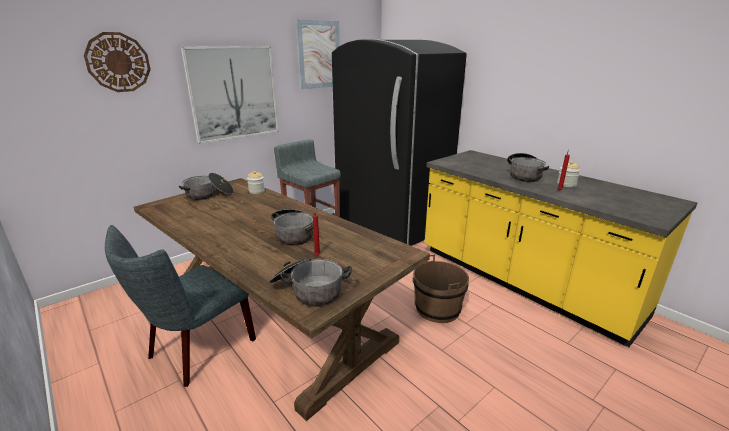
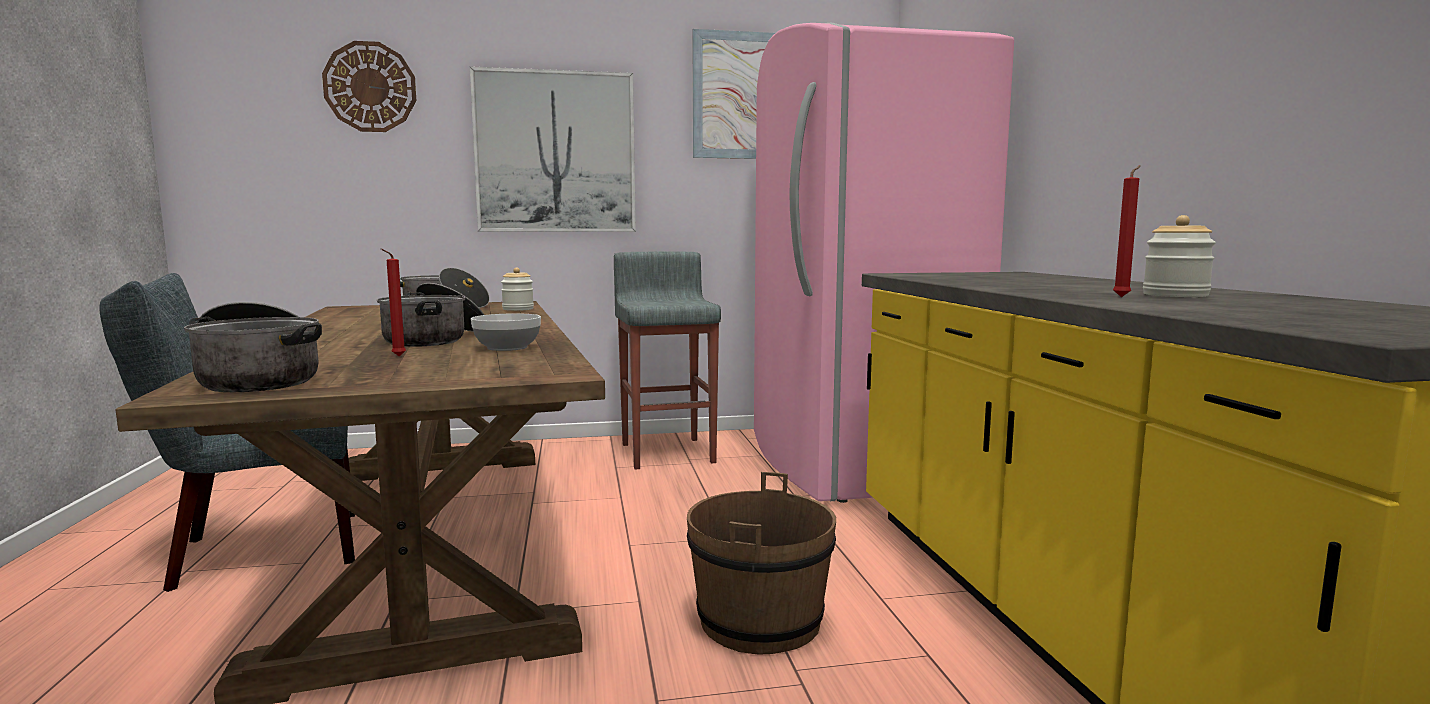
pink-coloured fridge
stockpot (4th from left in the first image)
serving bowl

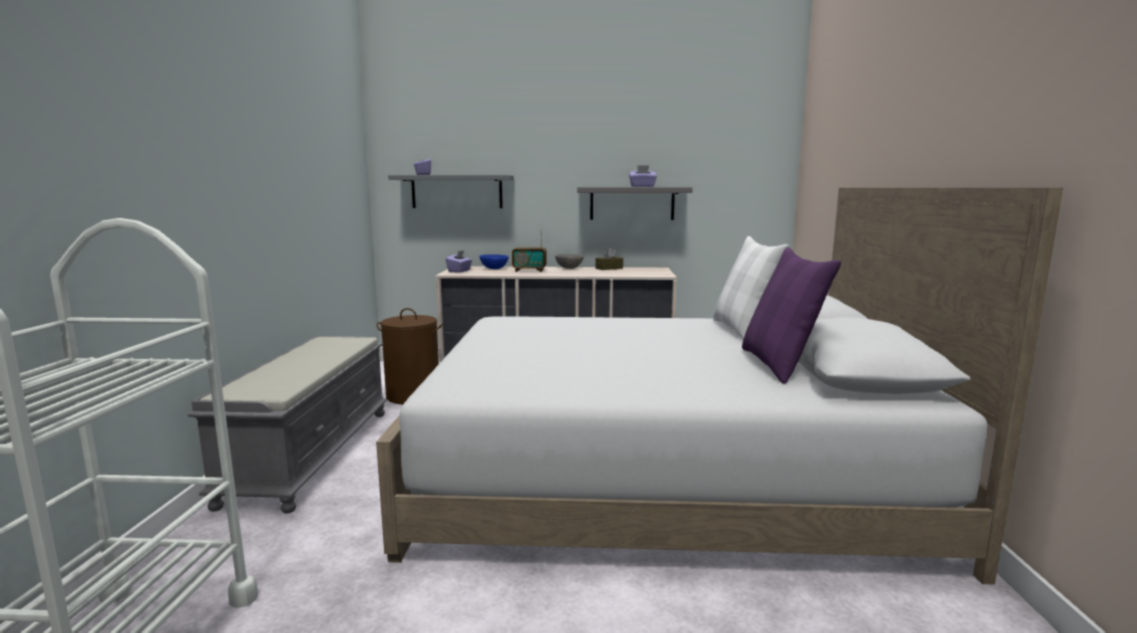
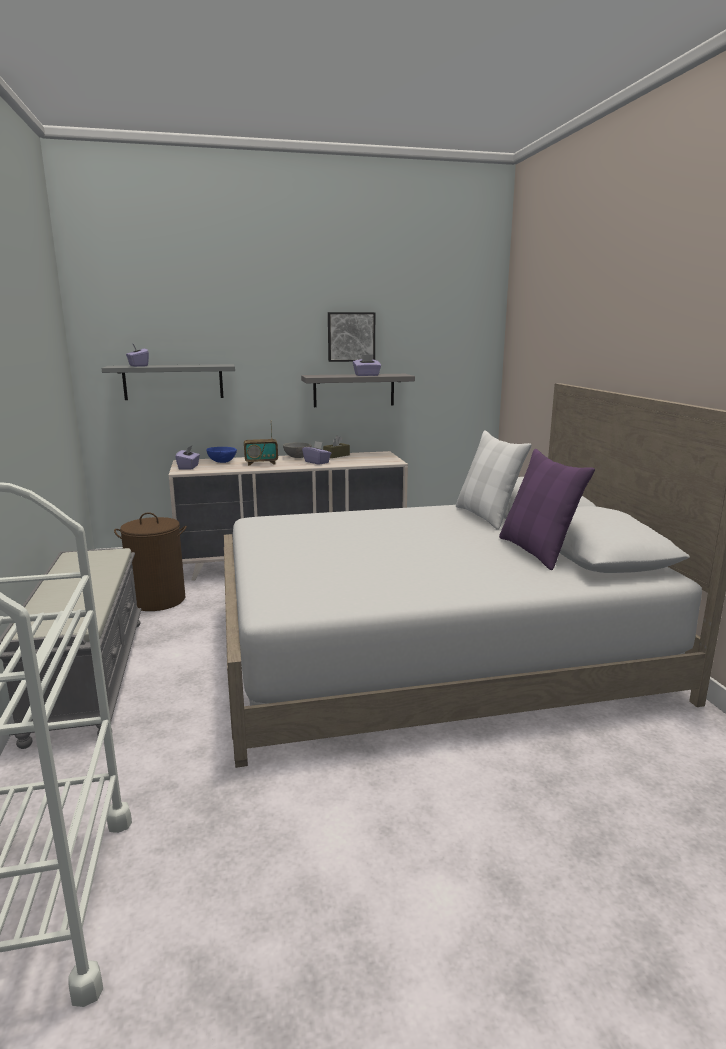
wall art
purple-coloured tissue holder (3rd from left)

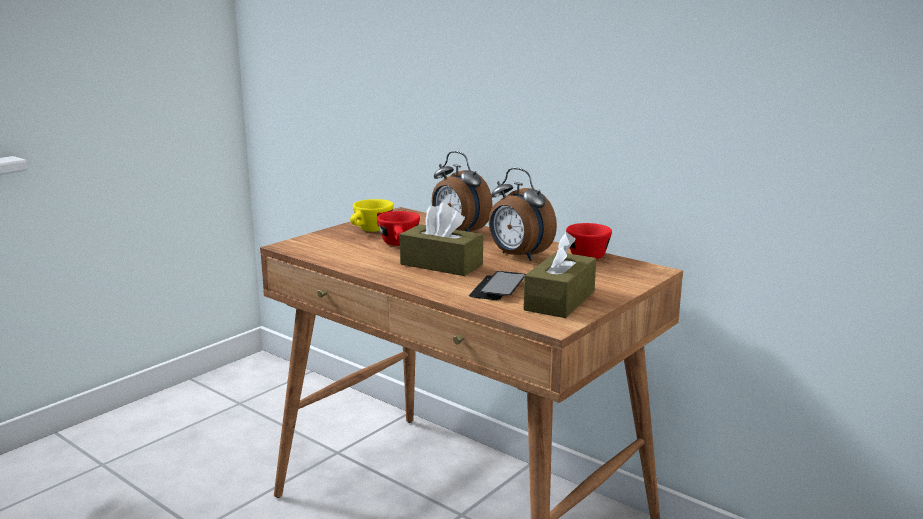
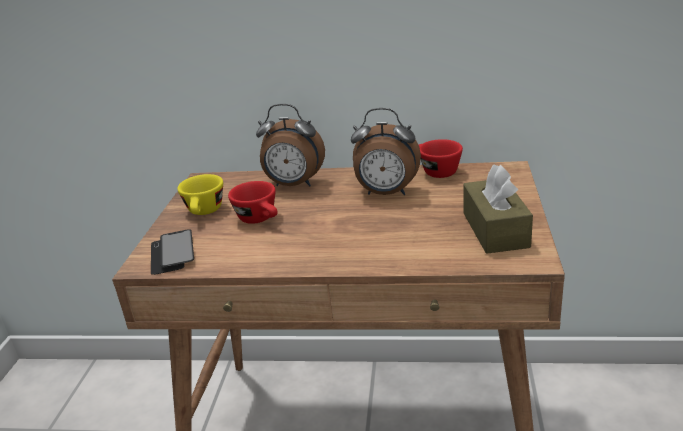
brown-coloured tissue holder (1st from left in the first image)
handset

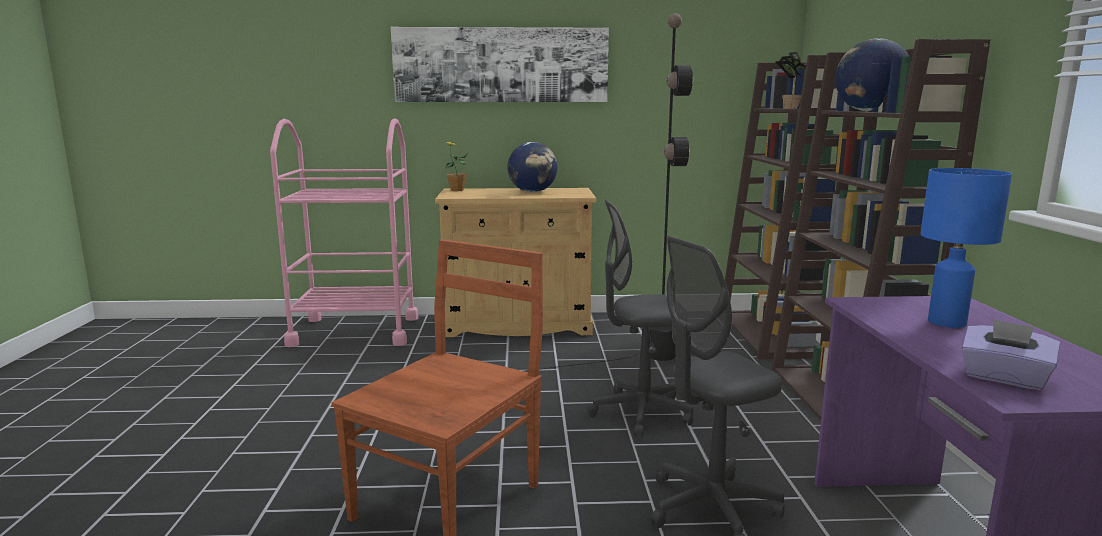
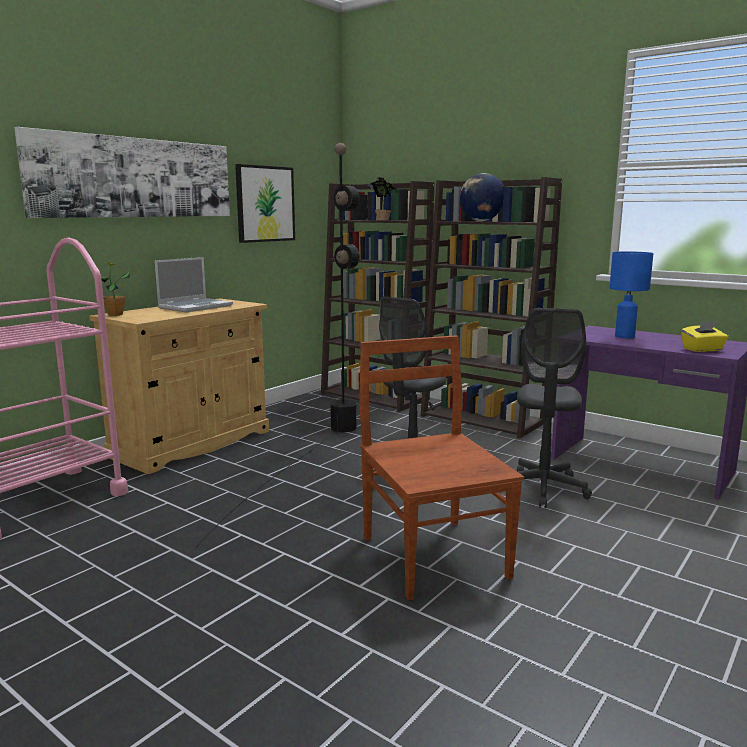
portable computer
yellow-coloured tissue holder
wall art (2nd from left)

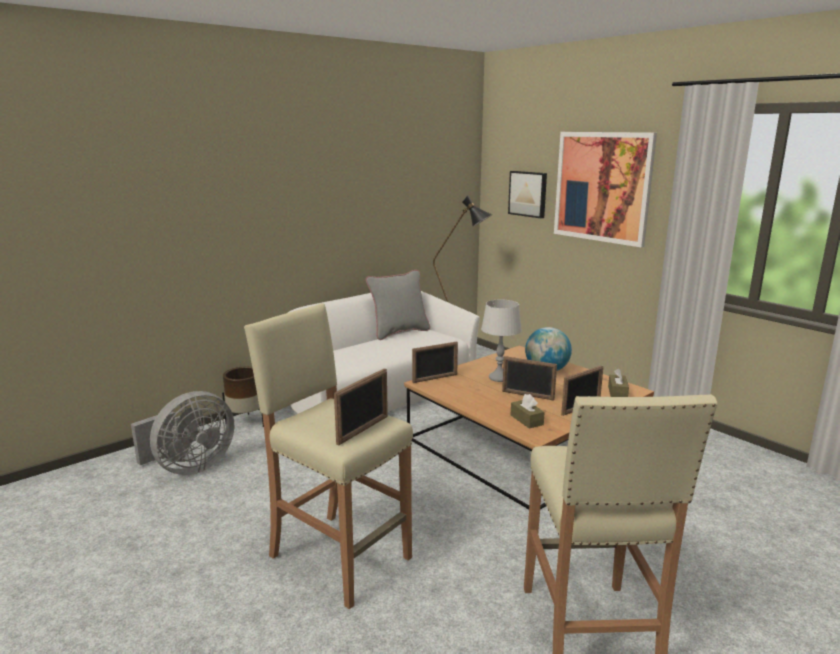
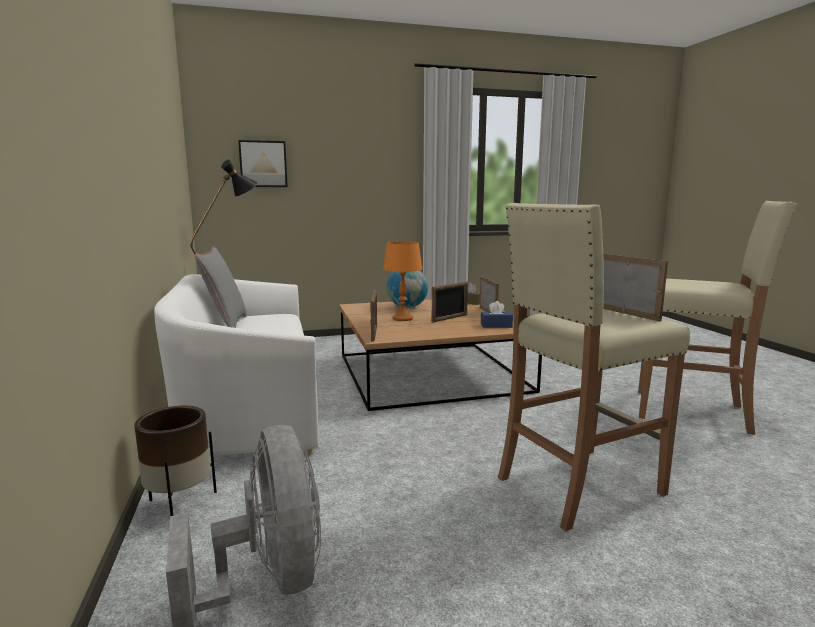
wall art (2nd from left in the first image)
orangey tabletop lamp
bluish tissue holder

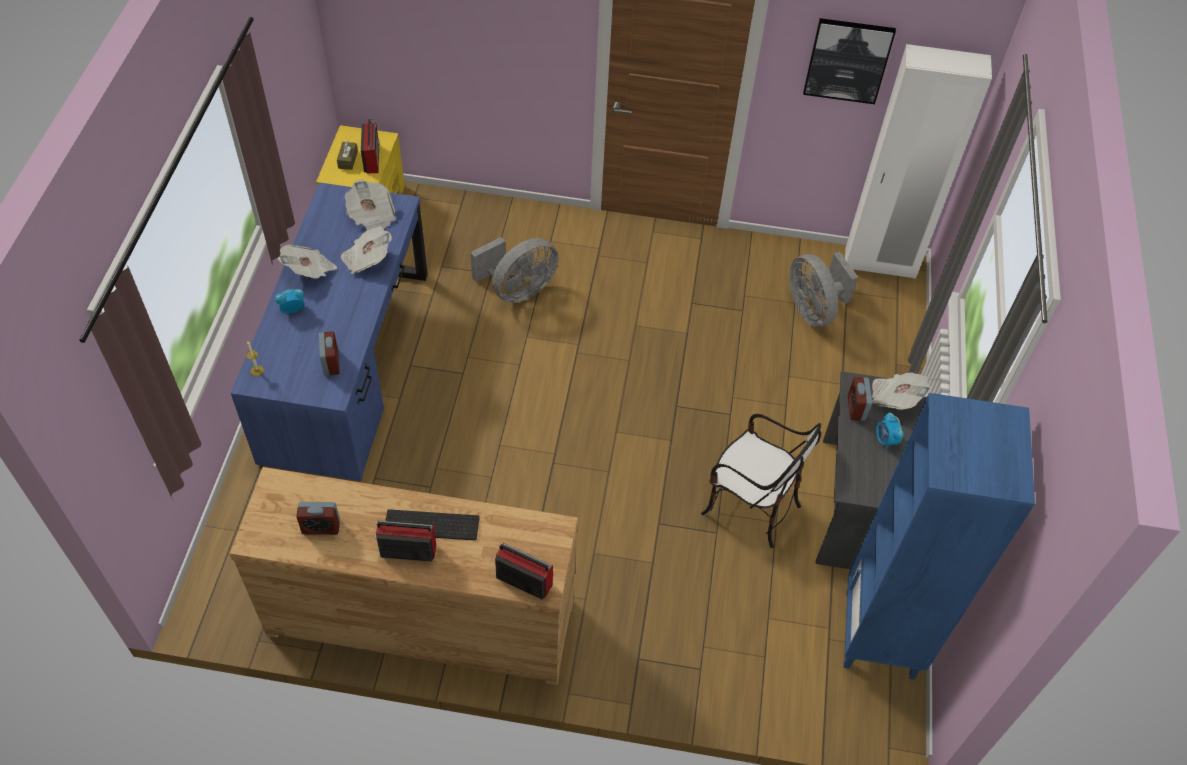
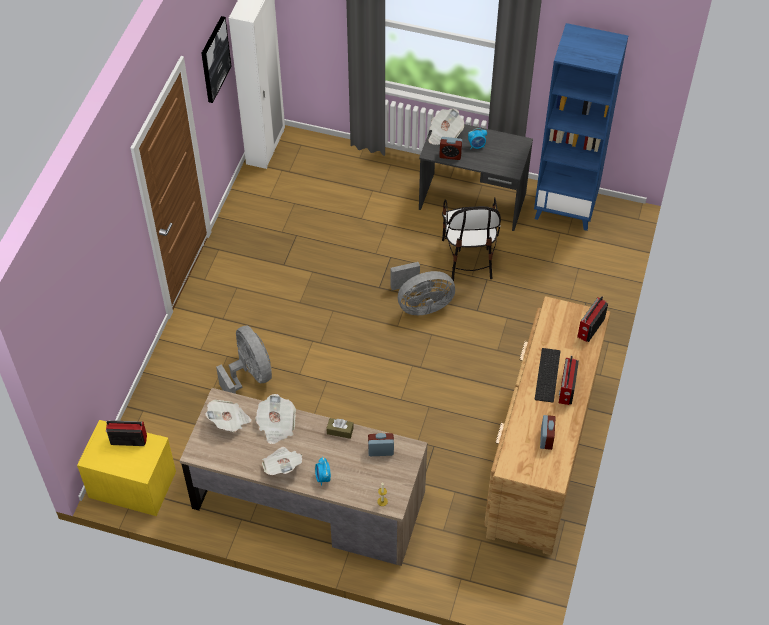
brown-coloured tissue holder
brown-coloured desk unit
greyish electric fan (2nd from left)
plain chair

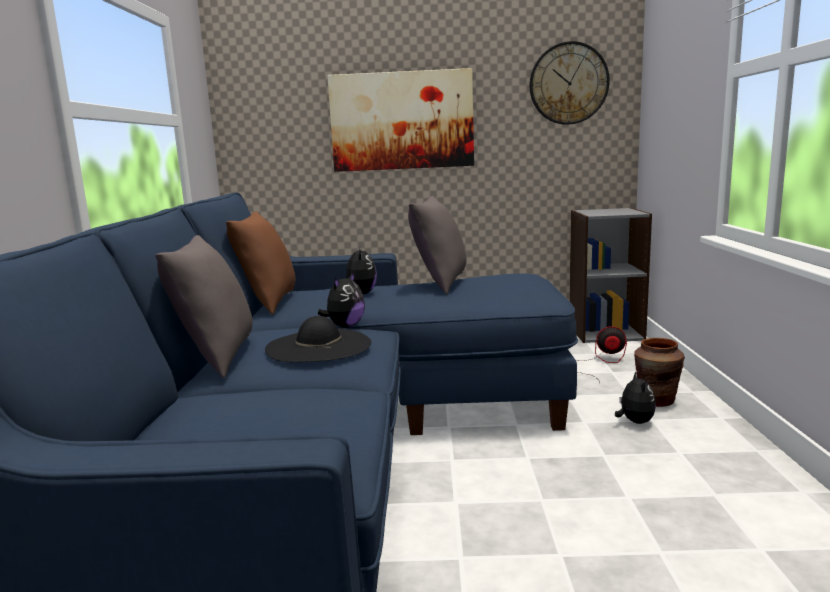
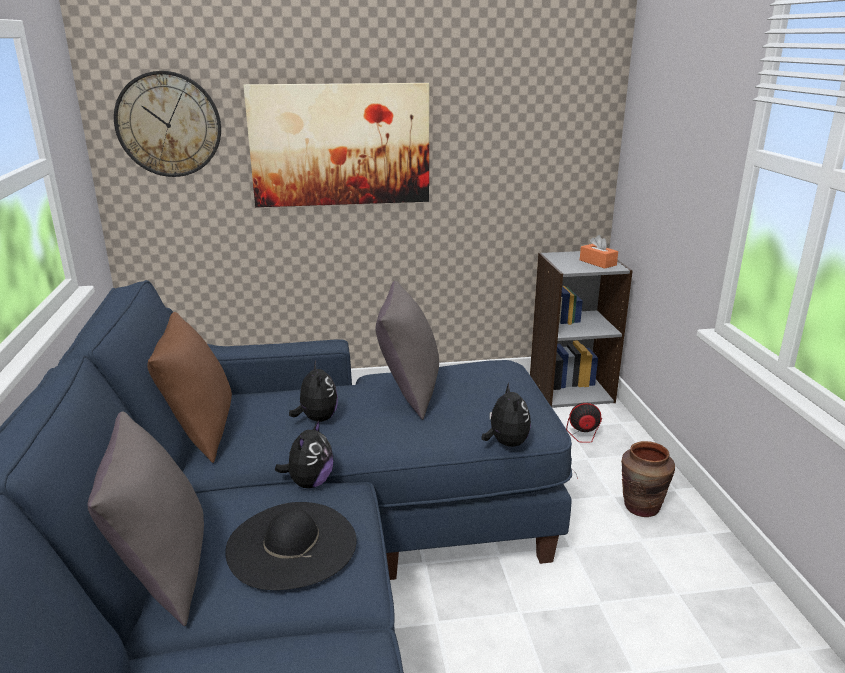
hanging clock
cuddly toy (3rd from left)
orangey tissue holder

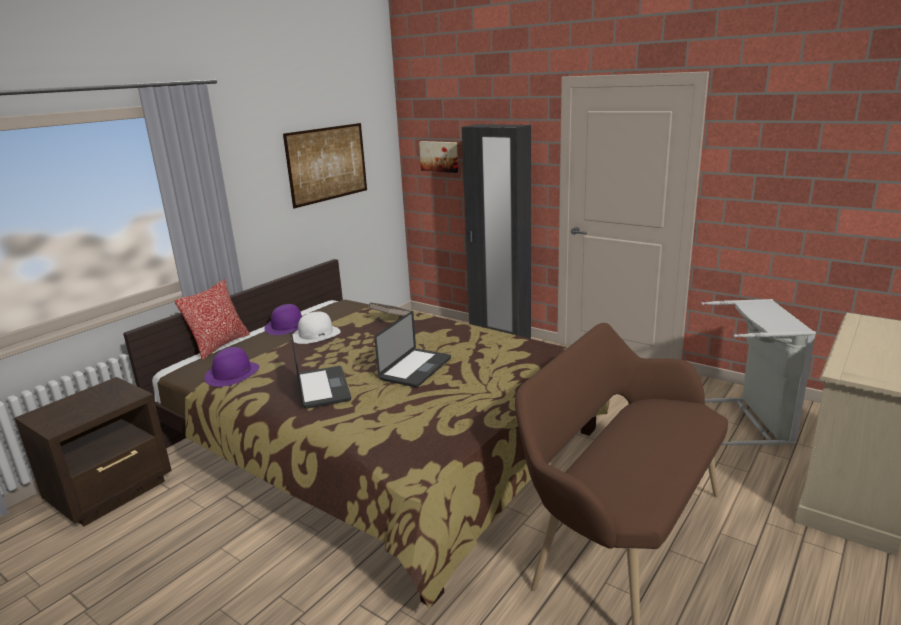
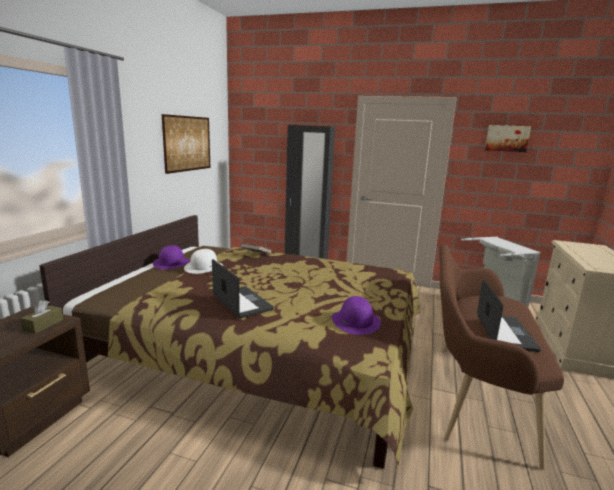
wall art (2nd from left)
cushion
portable computer (2nd from left)
purple-coloured wearable hat (2nd from left)
brown-coloured tissue holder

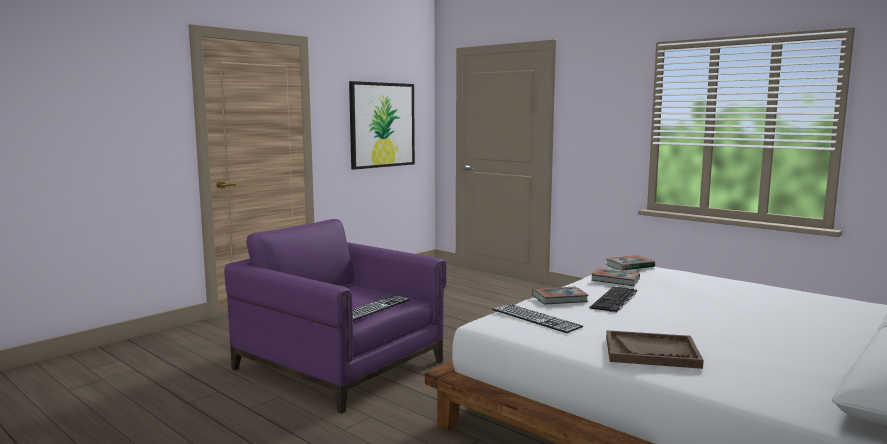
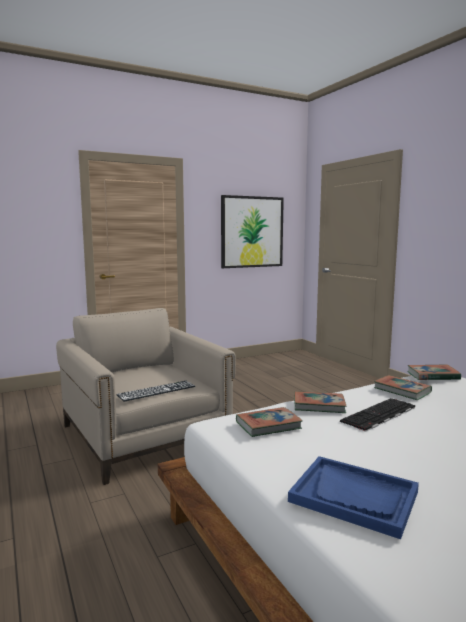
sand-coloured lounge chair
book (1st from left)
bluish serving tray

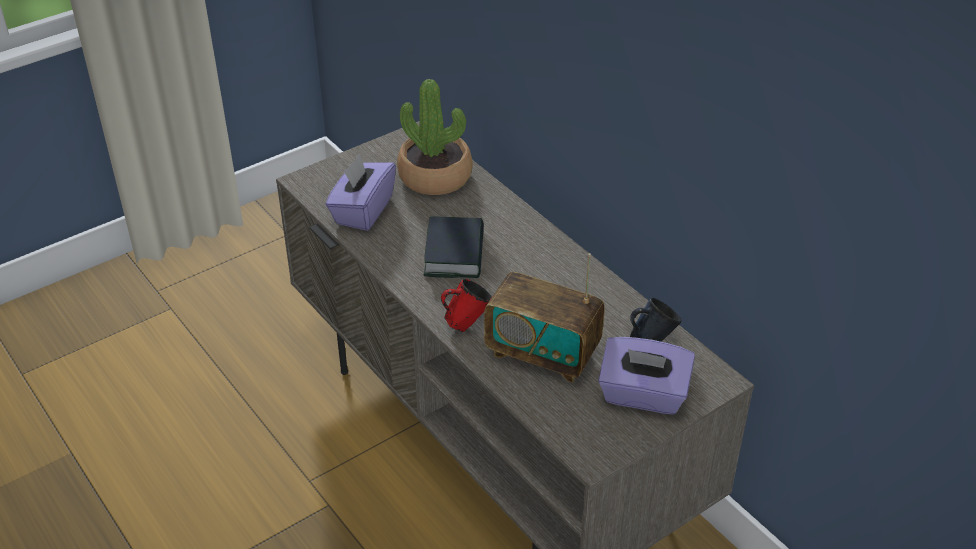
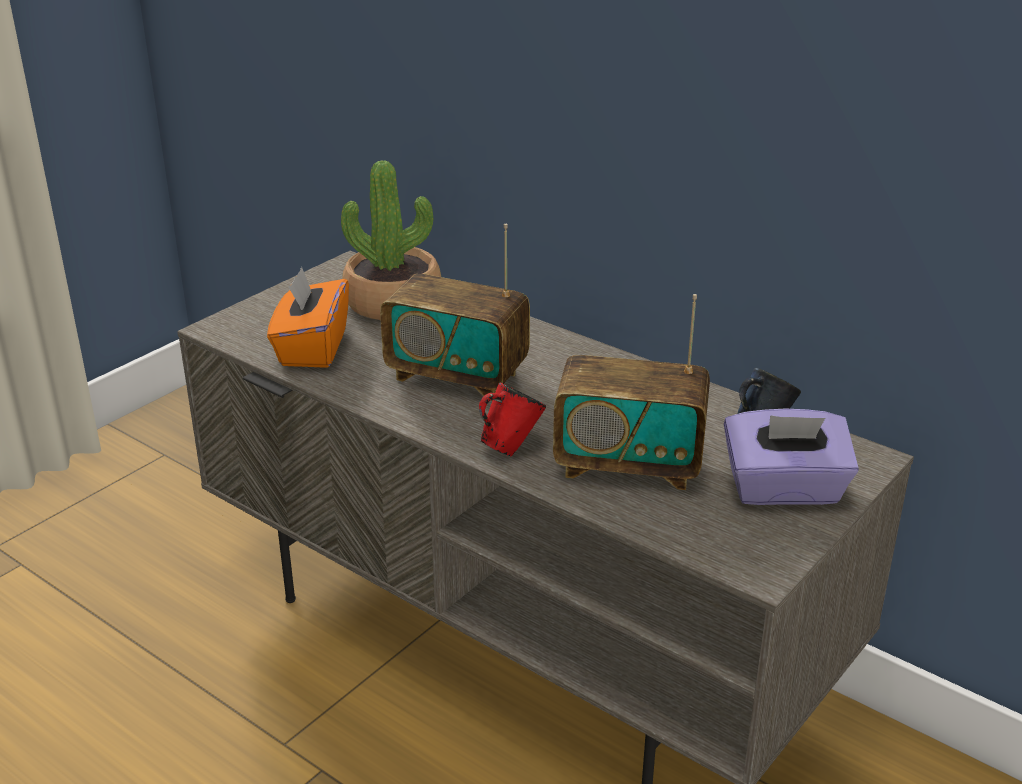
orangey tissue holder
radio (1st from left)

